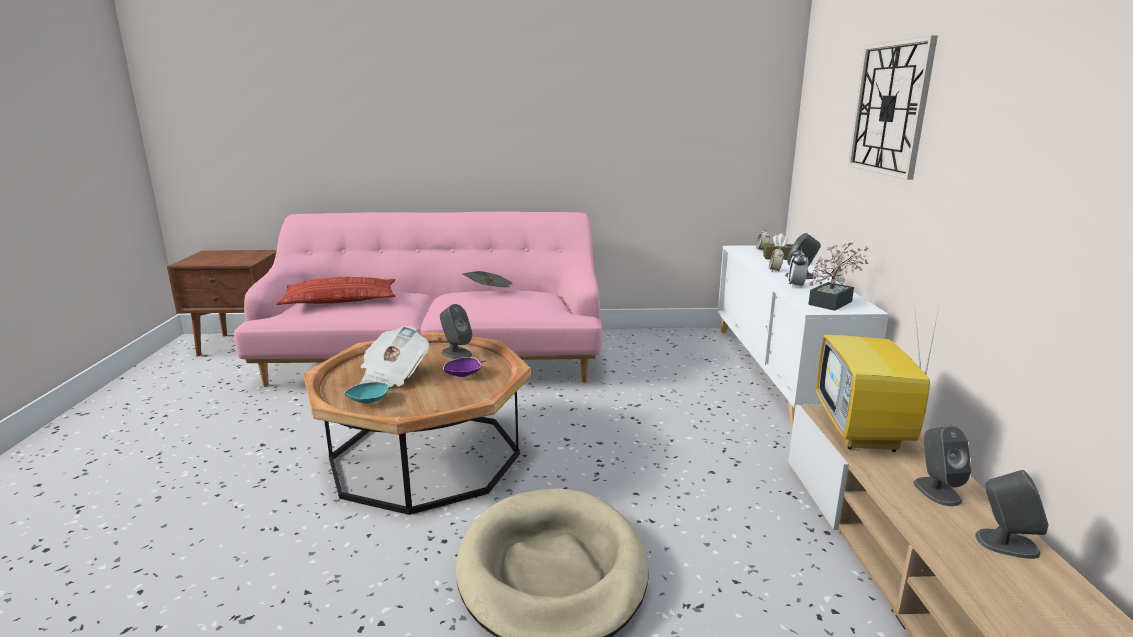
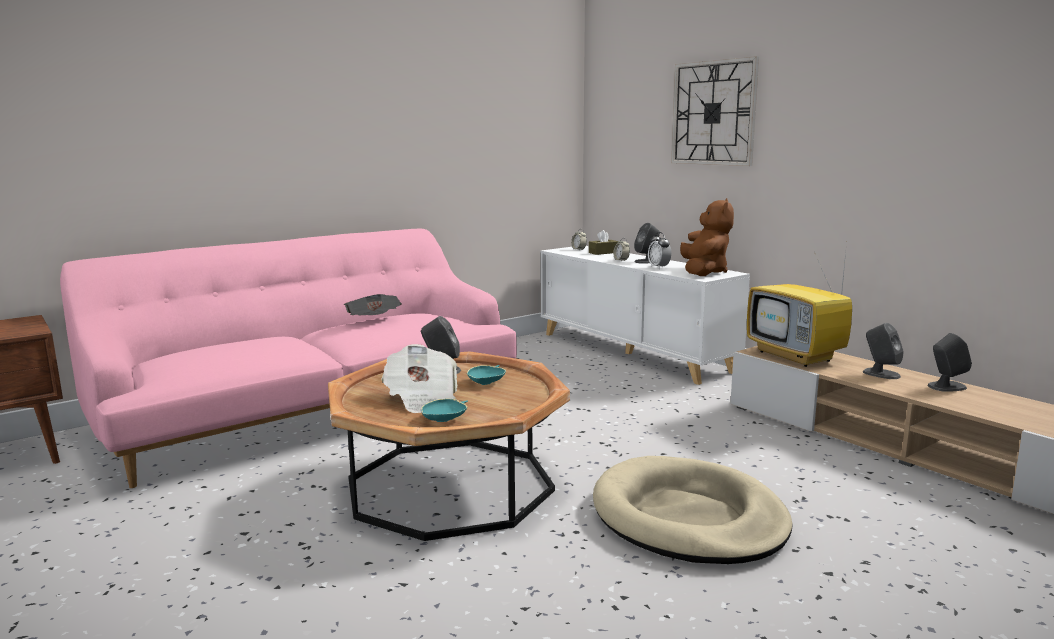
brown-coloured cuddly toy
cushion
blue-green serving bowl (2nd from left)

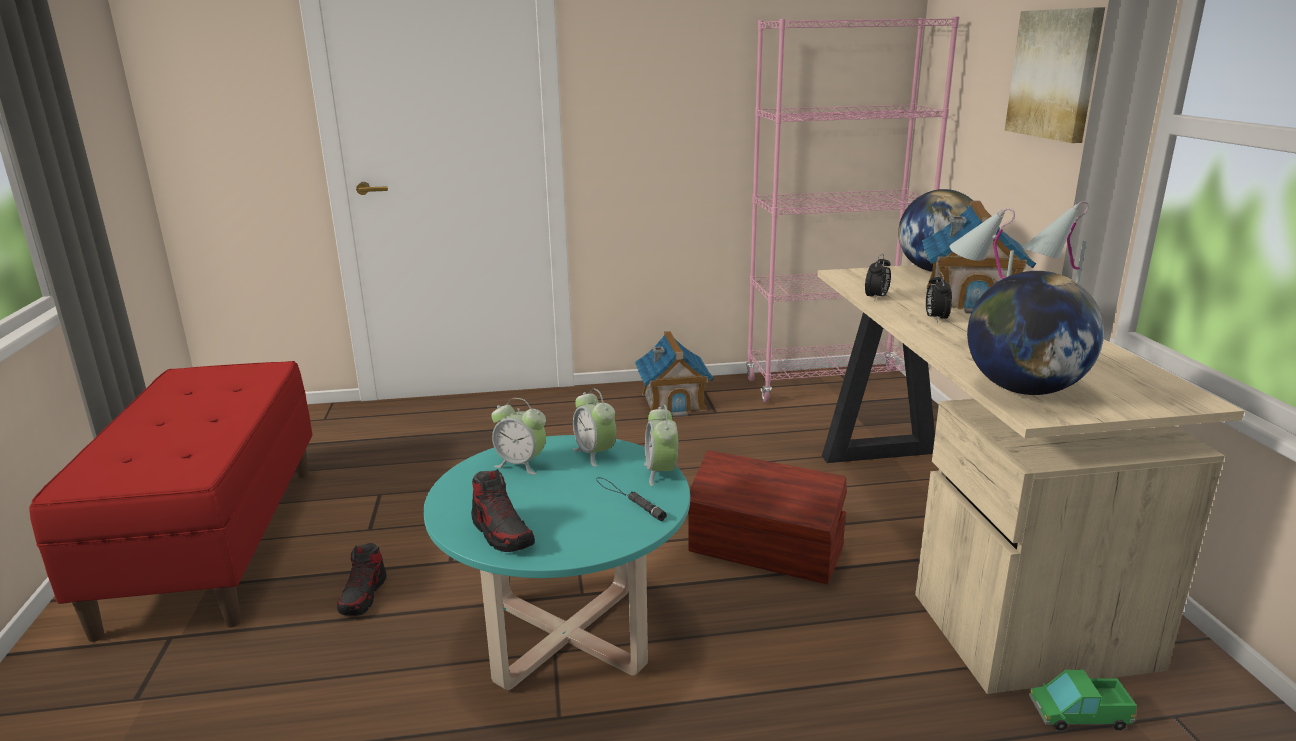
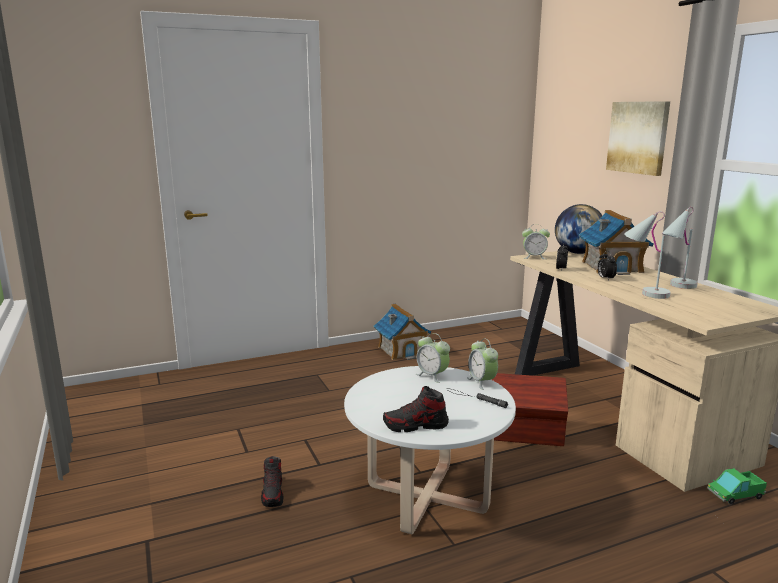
pink-coloured bookcase
world globe (2nd from left in the first image)
red-coloured bench
bedside clock (3rd from left)
whitish lounge table
item of footwear (2nd from left)

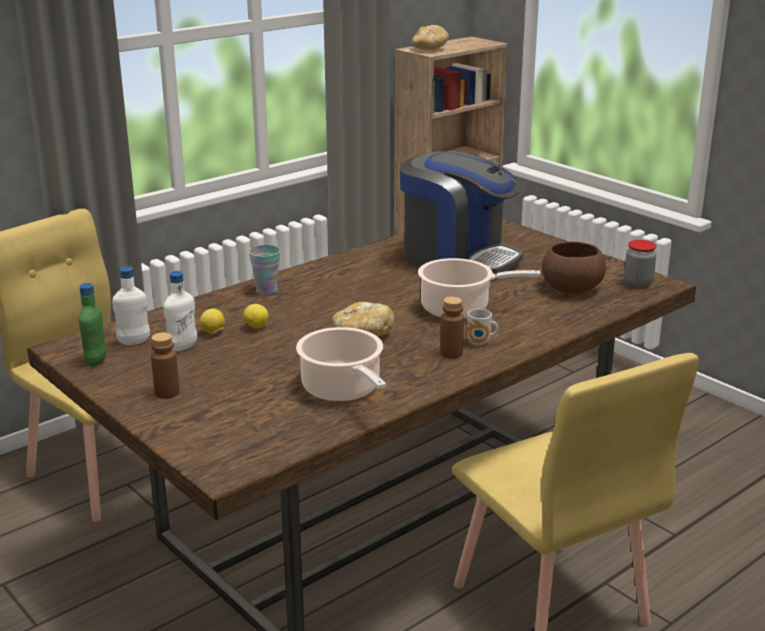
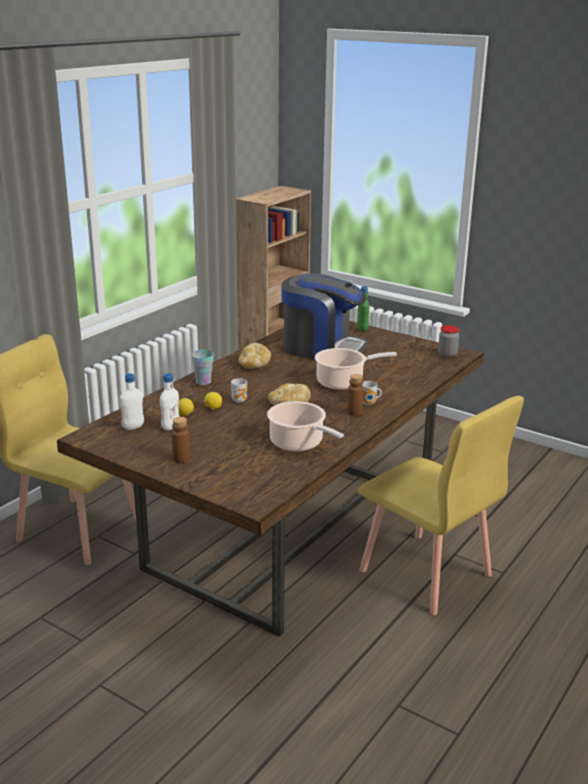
bakery bread (1st from left)
brown-coloured serving bowl
green drink bottle
tea mug (1st from left)

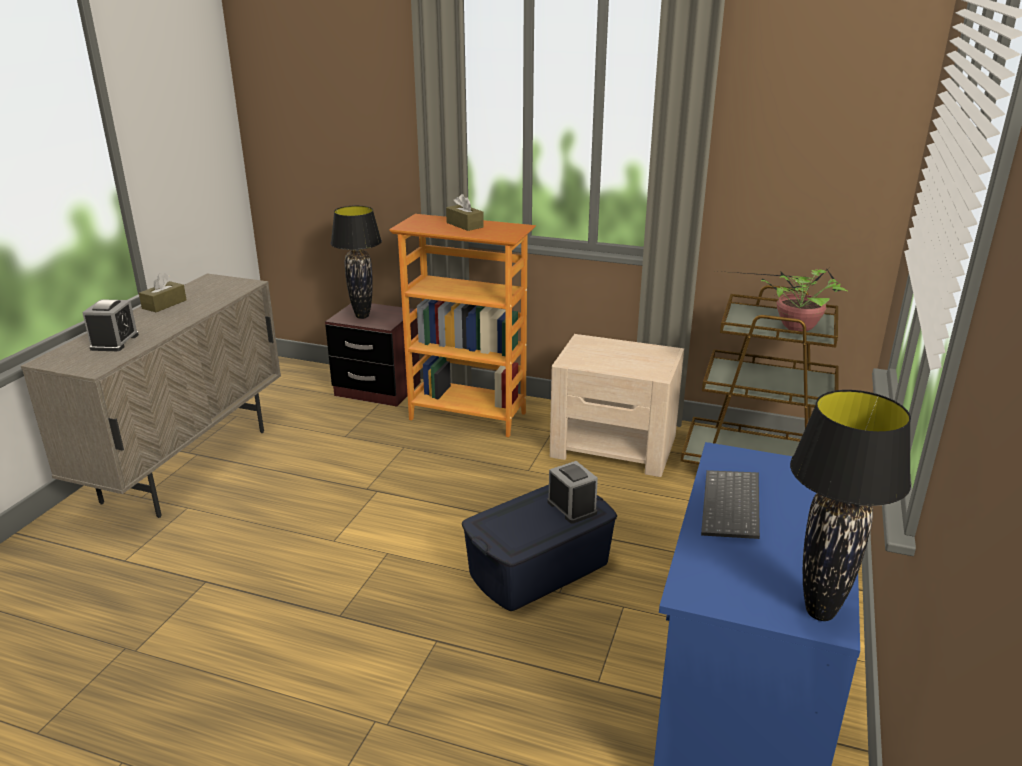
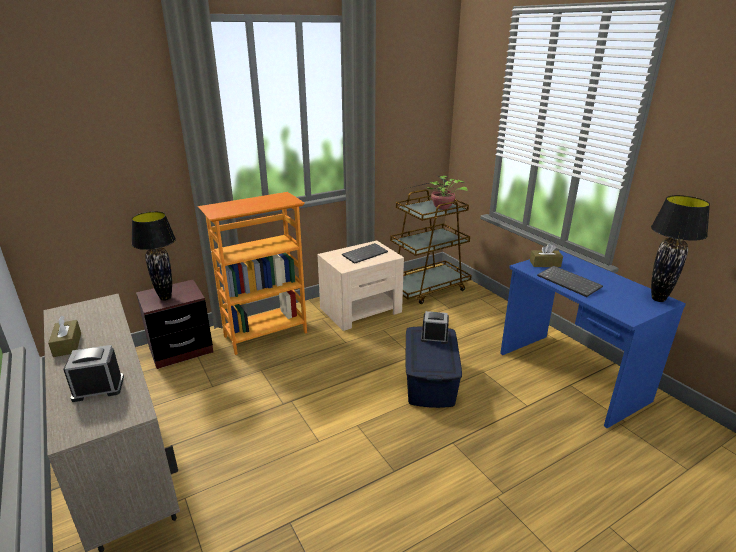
brown-coloured tissue holder (2nd from left)
bedside clock (1st from left)
computer keyboard (1st from left)

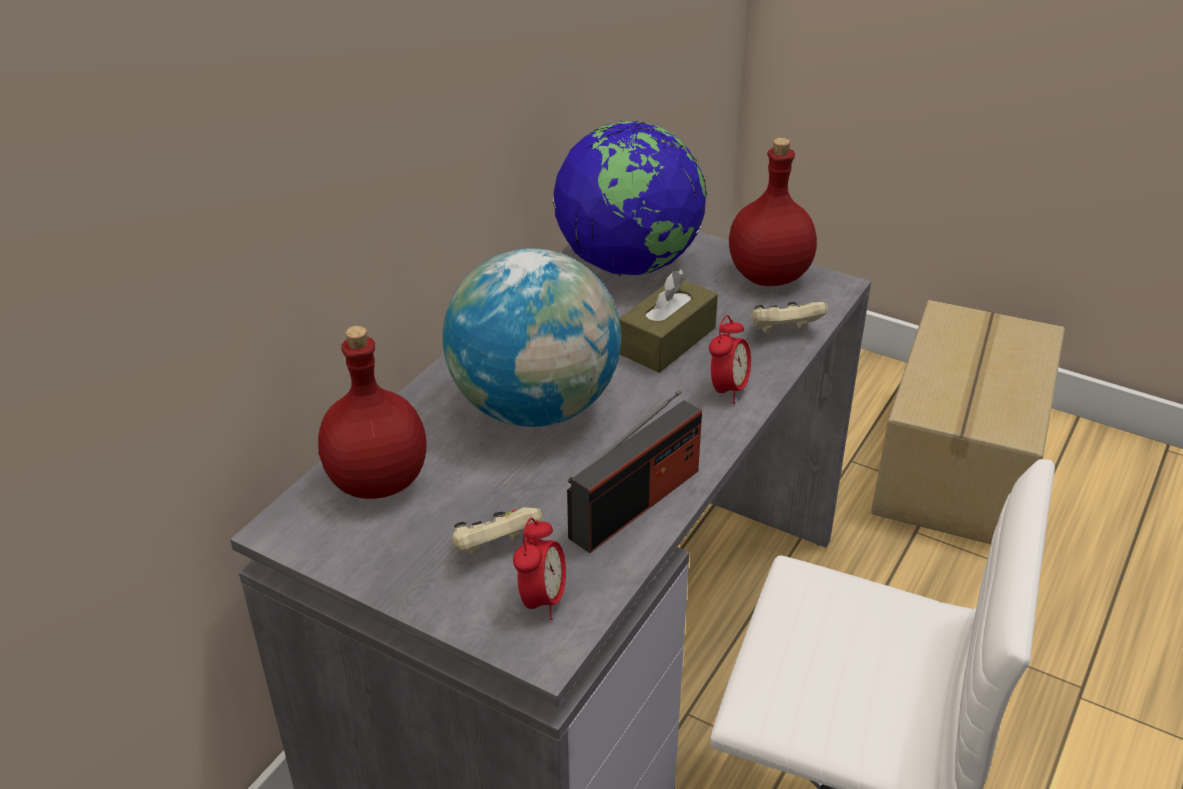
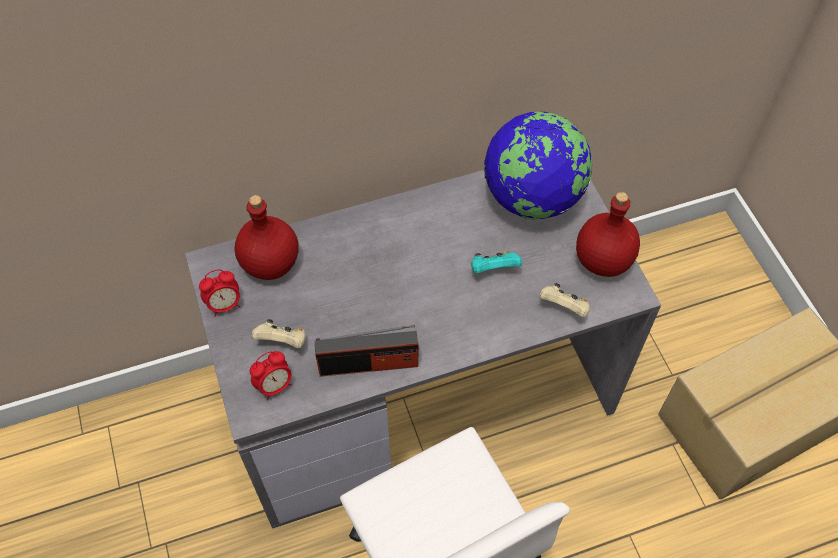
world globe (1st from left in the first image)
blue-green game controller
bedside clock (1st from left)

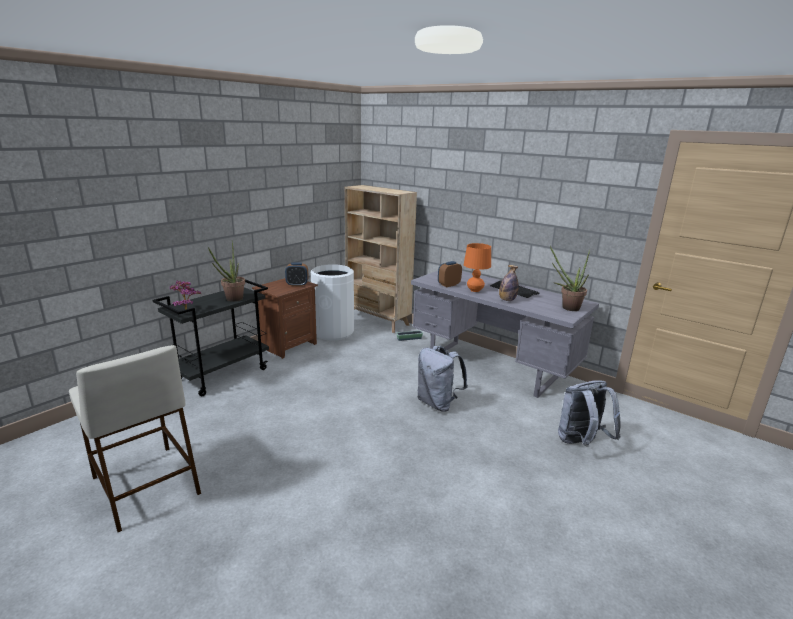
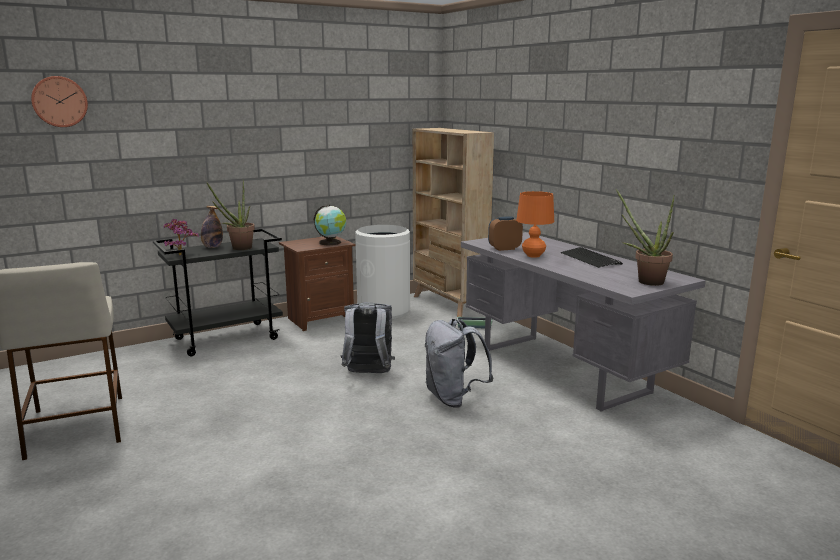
world globe
drink bottle
greyish rucksack (1st from left)
hanging clock

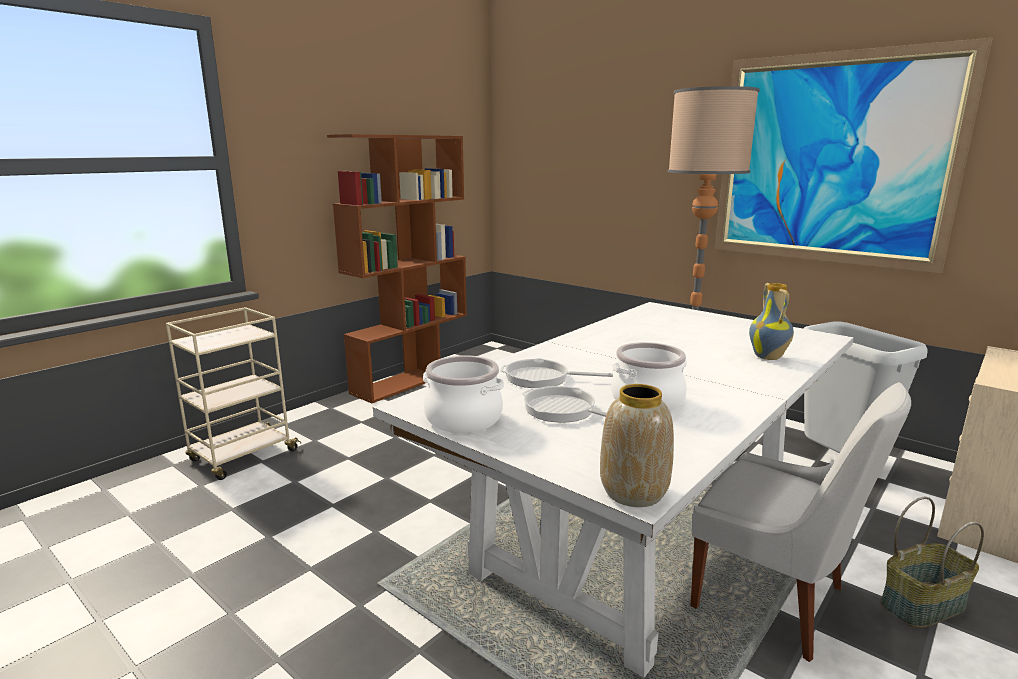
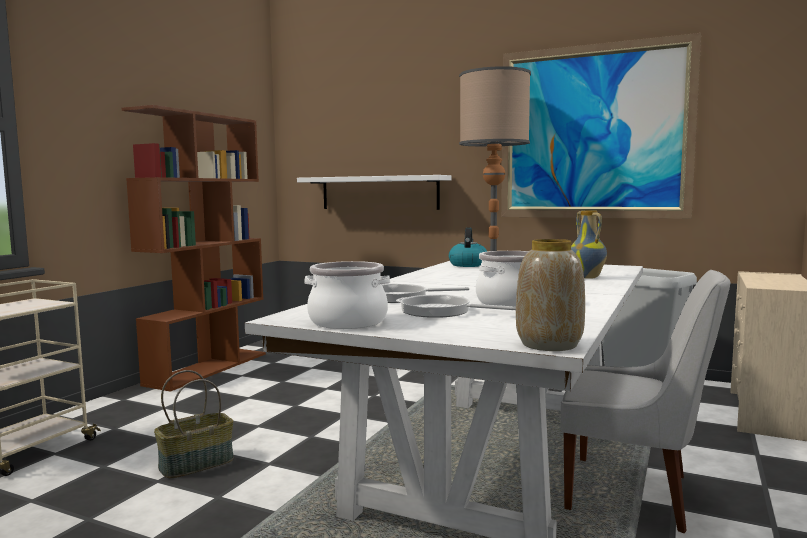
household basket
whitish wall shelf
water kettle

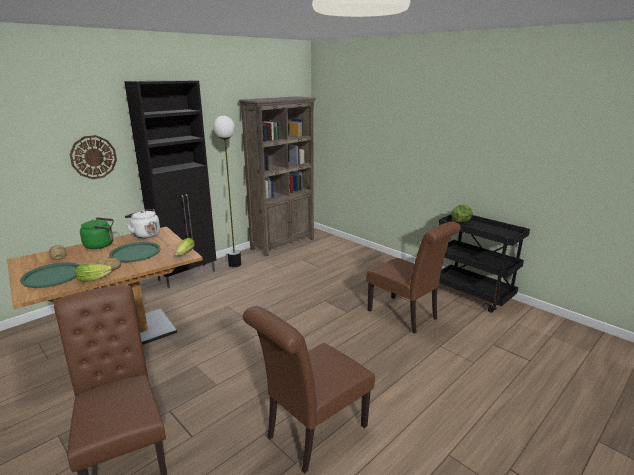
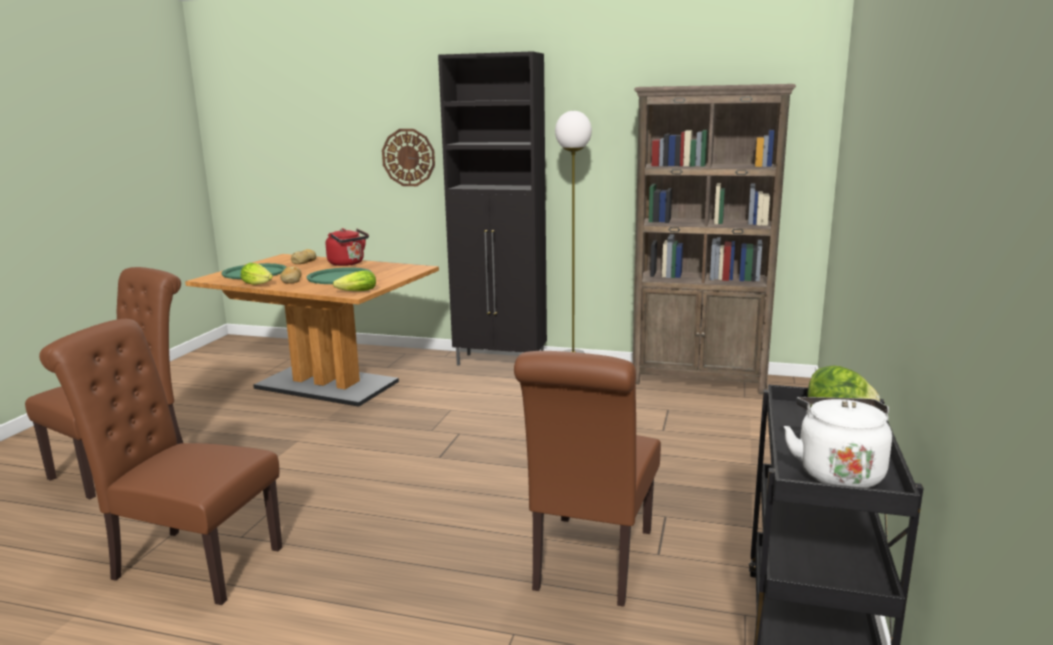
whitish water kettle
red-coloured water kettle

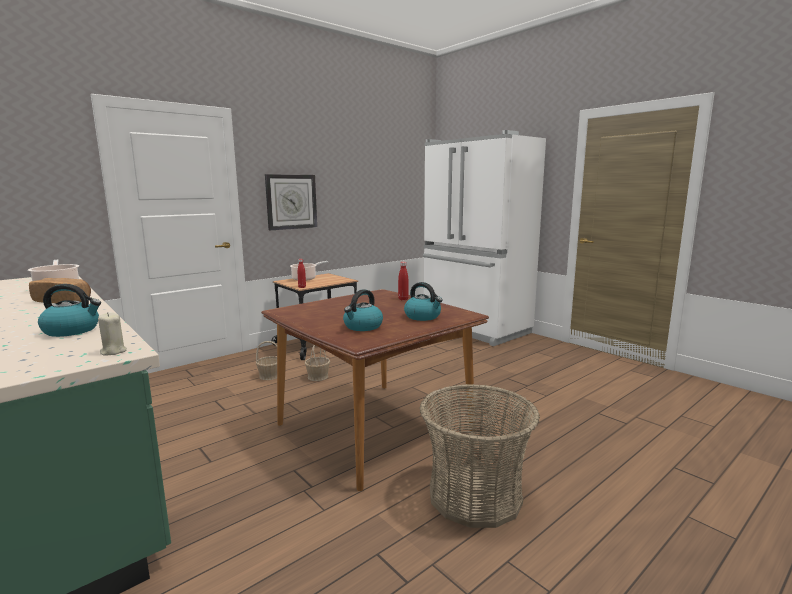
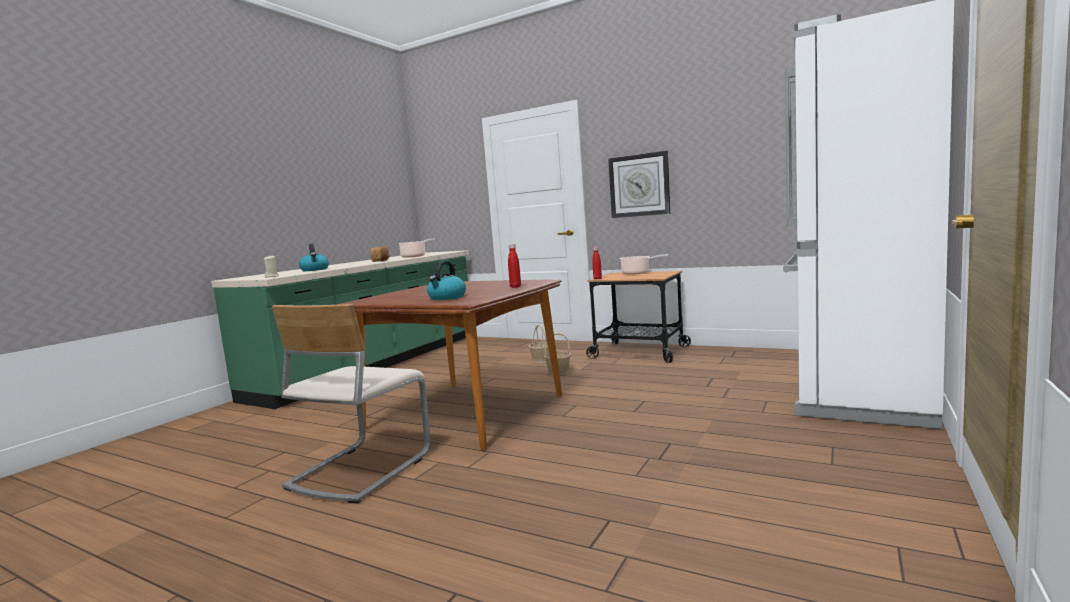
water kettle (2nd from left in the first image)
sand-coloured plain chair

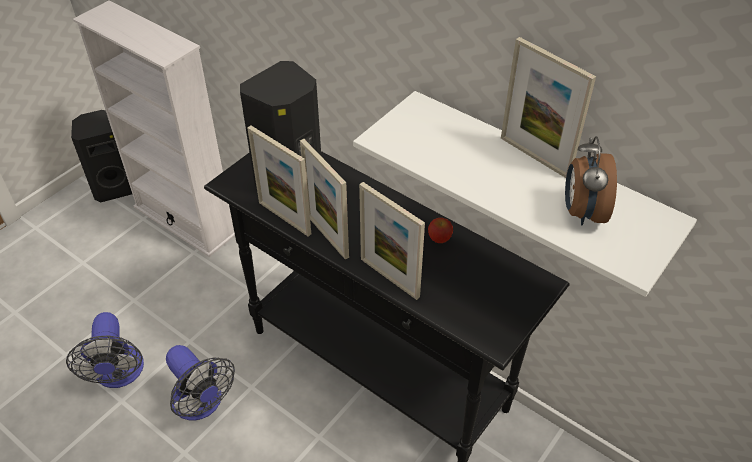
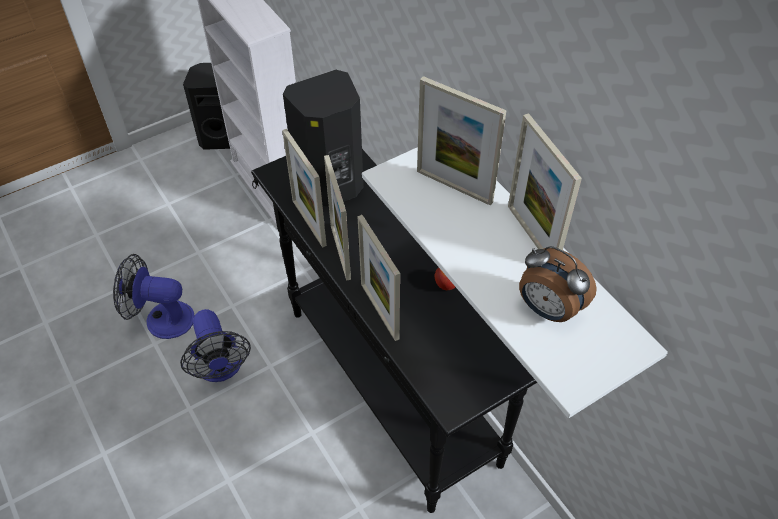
bedside clock
electric fan (1st from left)
picture frame (4th from left)

